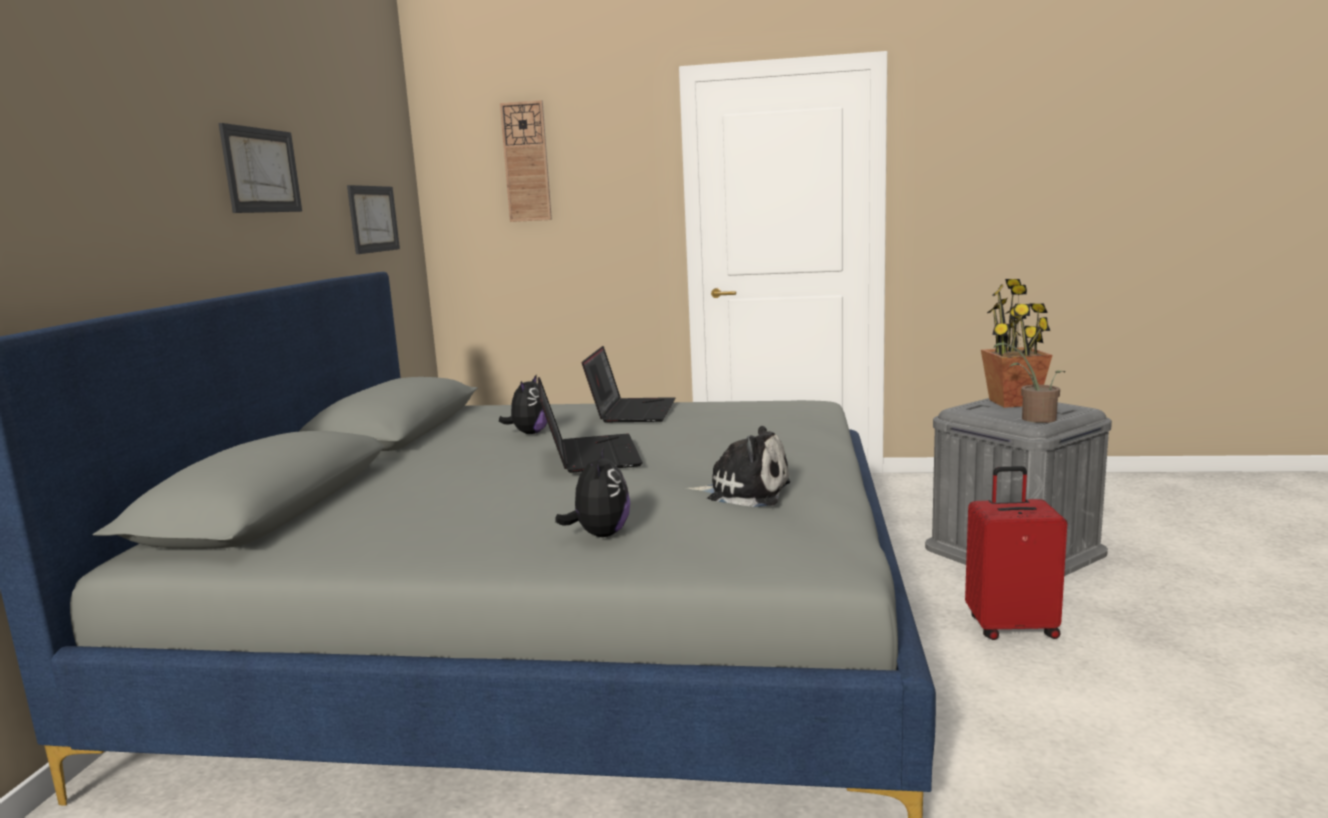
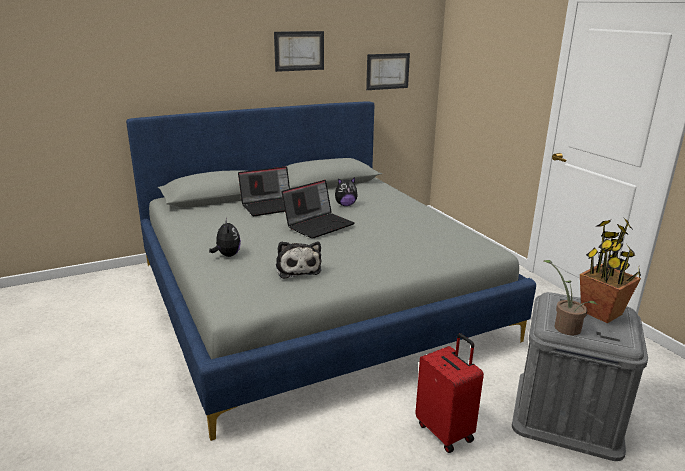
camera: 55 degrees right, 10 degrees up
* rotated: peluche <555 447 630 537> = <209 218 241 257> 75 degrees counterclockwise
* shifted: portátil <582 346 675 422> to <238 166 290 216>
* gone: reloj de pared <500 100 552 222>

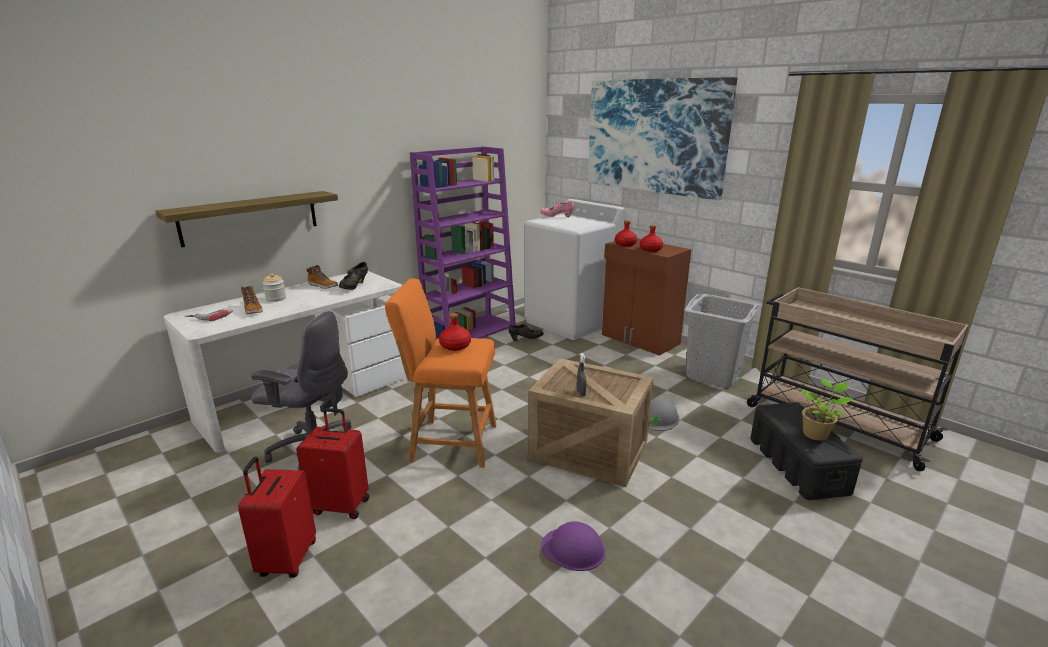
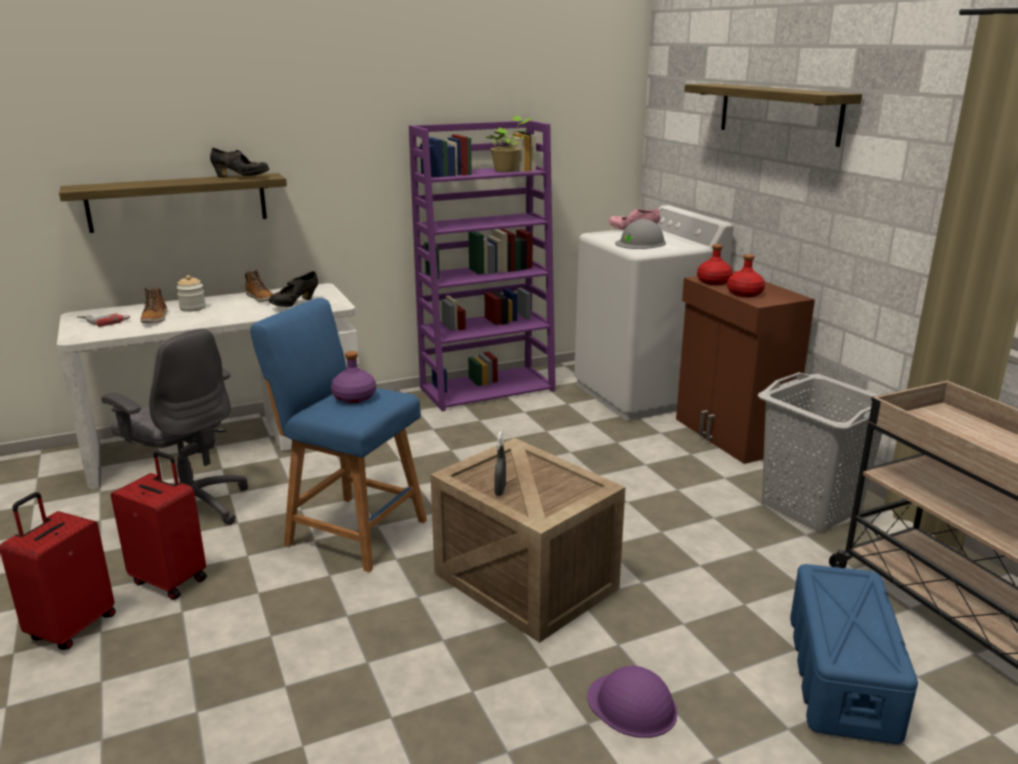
camera: 20 degrees right, 0 degrees up
* shifted: zapato/negro <509 324 544 341> to <210 148 269 177>
* repainted: taburete/naranja <385 278 497 468> to taburete/azul <250 298 427 572>
* repainted: botella/rojo <439 313 471 351> to botella/morado <331 351 376 403>
* shifted: planta en maceta <798 378 853 441> to <486 116 531 172>
* shifted: casco/morado <541 521 605 571> to <587 666 678 738>
* shifted: casco/gris <648 398 680 431> to <615 219 666 249>
* swapped: cuadro <588 77 737 200> to estante <684 83 862 147>
* repainted: caja de almacenaje/negro <750 402 863 500> to caja de almacenaje/azul <790 564 918 744>

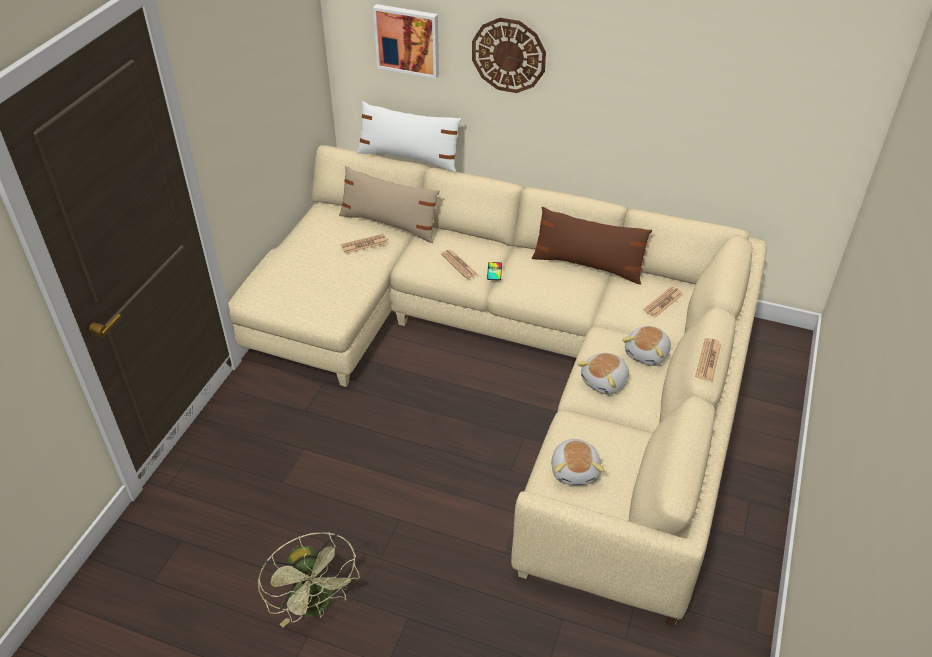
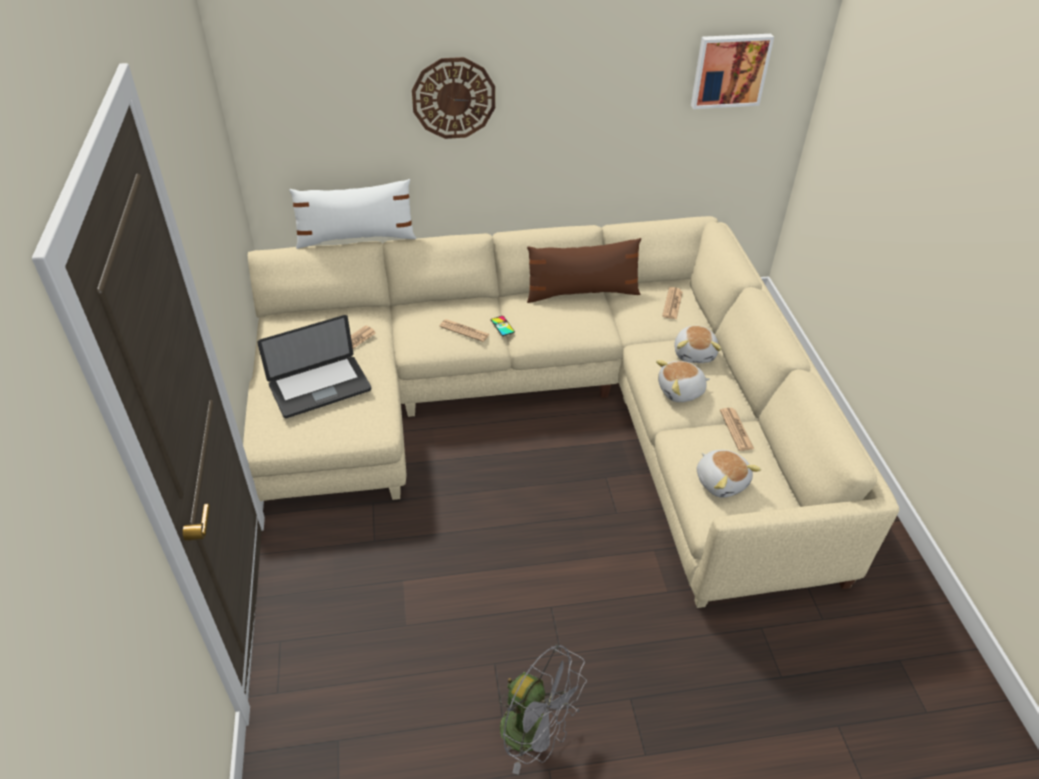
camera: 30 degrees left, 0 degrees up
* new: portátil <257 315 371 418>
* repainted: ventilador/verde <258 532 360 627> to ventilador/gris <499 644 587 775>
* rotated: peluche <577 353 629 395> = <656 360 710 402> 60 degrees clockwise
* shifted: cuadro <373 4 439 79> to <691 34 774 109>
* shifted: periódico <695 338 721 382> to <720 408 754 451>
* gone: cojín/beis <339 166 440 243>

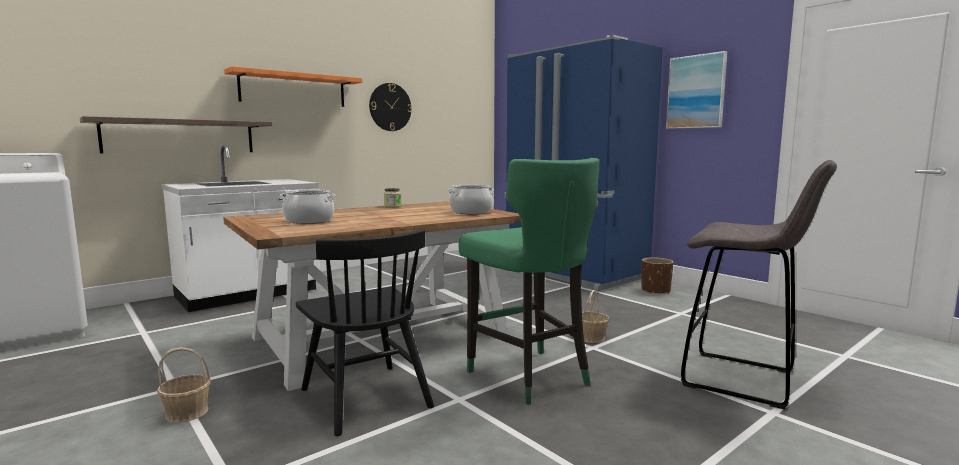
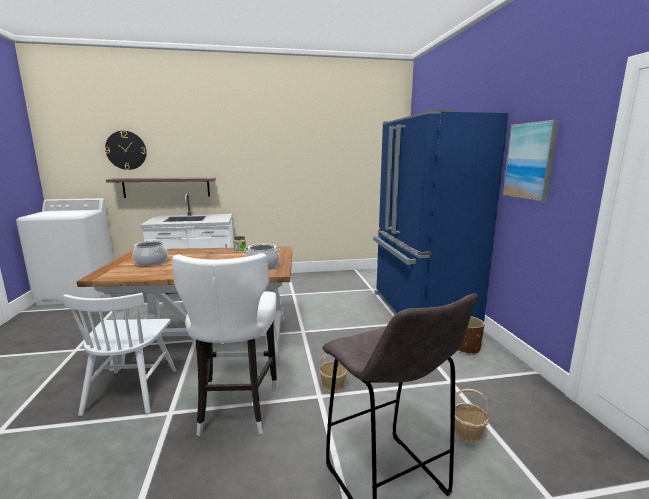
camera: 30 degrees right, 5 degrees up
* repainted: silla/negro <296 229 434 436> to silla/blanco <63 293 176 416>
* shifted: reloj de pared <369 83 412 131> to <105 131 147 170>
* repainted: taburete/verde <459 158 599 405> to taburete/blanco <172 253 277 436>
* shifted: cesta <157 347 211 423> to <454 389 489 444>
* gone: estante/naranja <224 66 362 107>

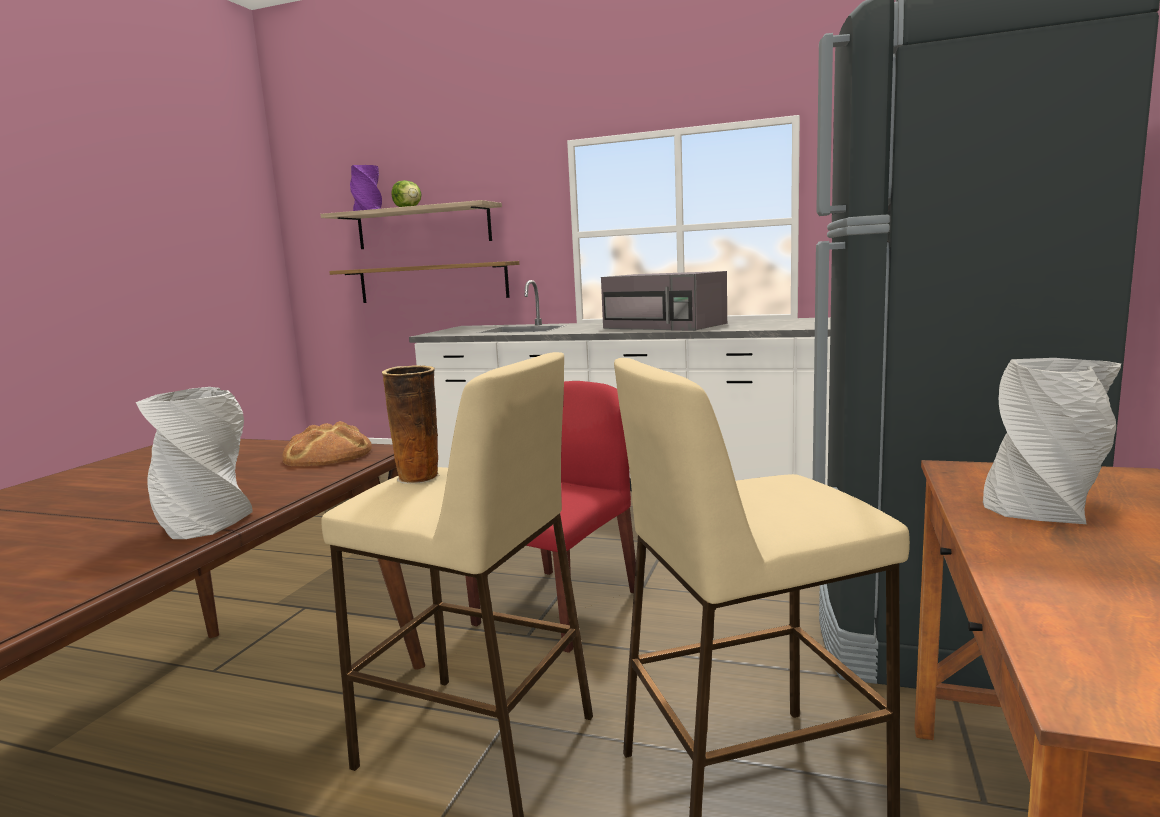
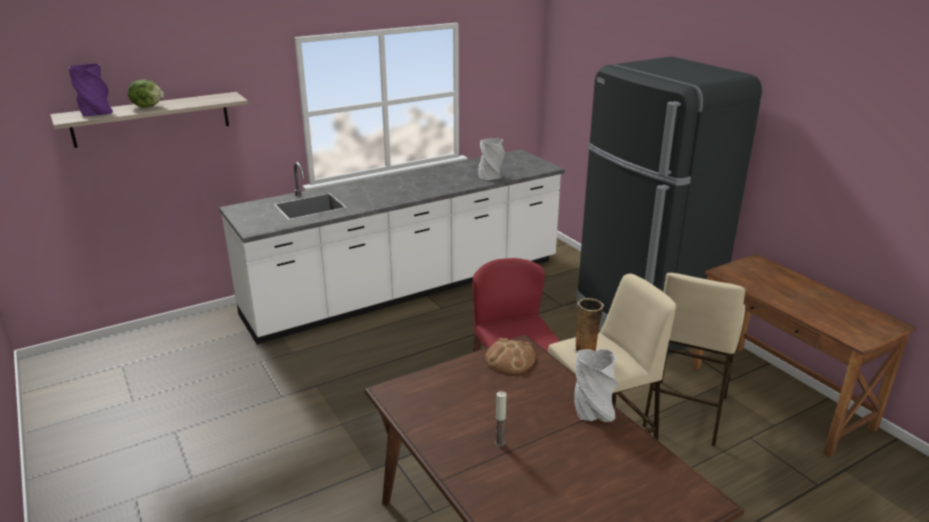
camera: 50 degrees left, 15 degrees up
* shifted: florero/gris <983 358 1121 524> to <478 138 505 180>
* new: vela <495 391 507 447>
* gone: estante <329 261 519 303>
* gone: microondas/gris <601 271 727 331>

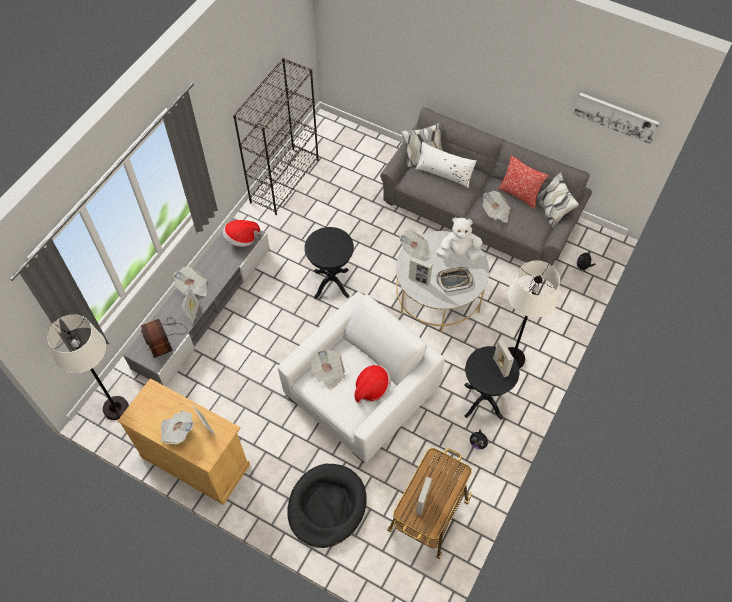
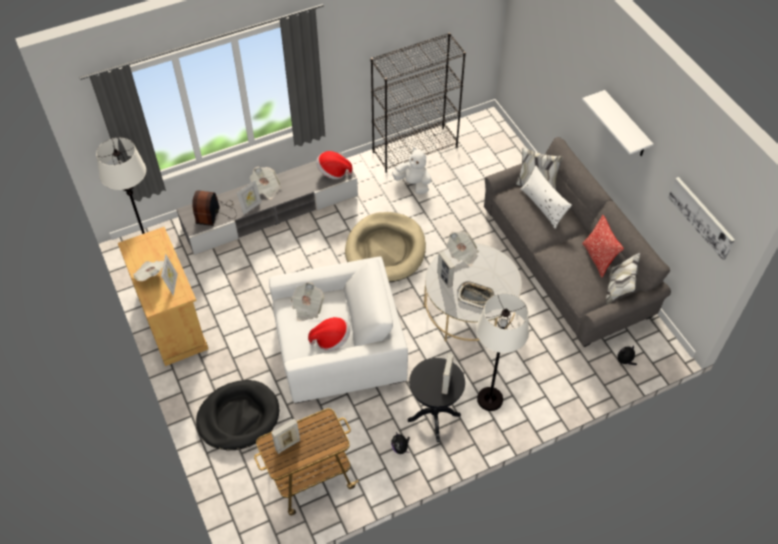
camera: 35 degrees right, 5 degrees down
* swapped: mesa auxiliar/negro <304 227 354 299> to cama para perro/beis <345 212 426 283>
* shifted: peluche/blanco <436 217 483 261> to <392 147 431 194>
* new: estante/blanco <582 90 654 156>
* gone: periódico <483 191 511 223>

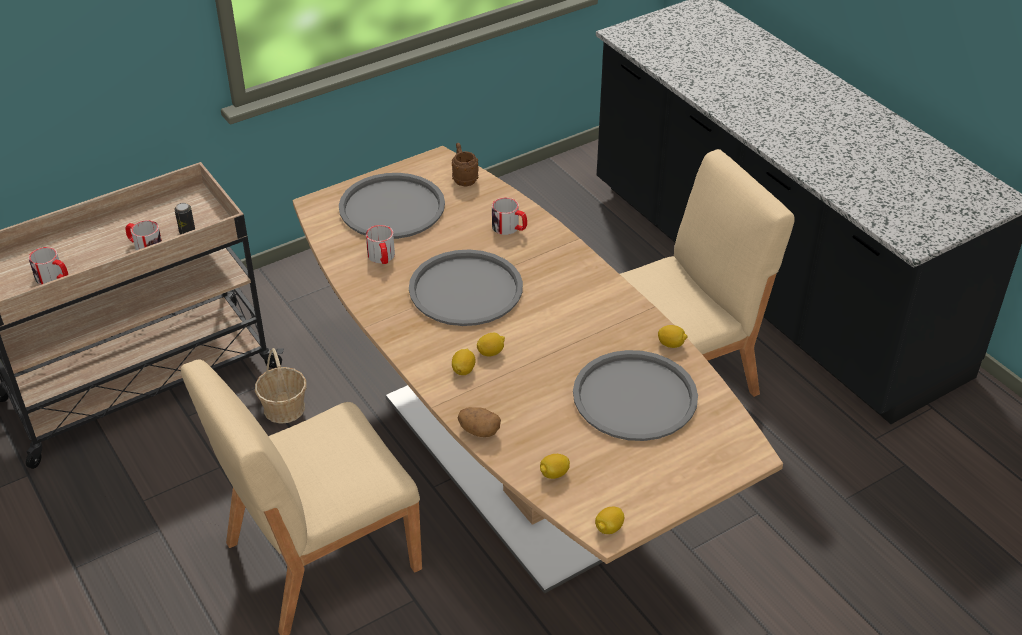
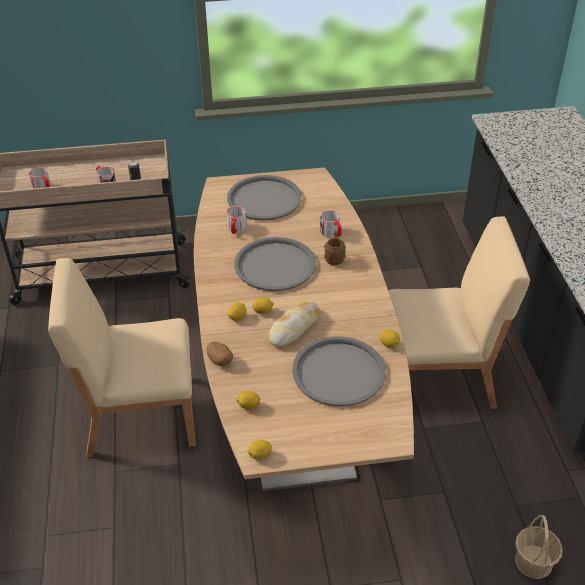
camera: 25 degrees right, 0 degrees up
* new: pan <268 301 320 347>
* shifted: taza grande/marrón <452 143 479 186> to <324 230 346 265>
* shifted: cesta <255 348 307 424> to <515 515 563 579>

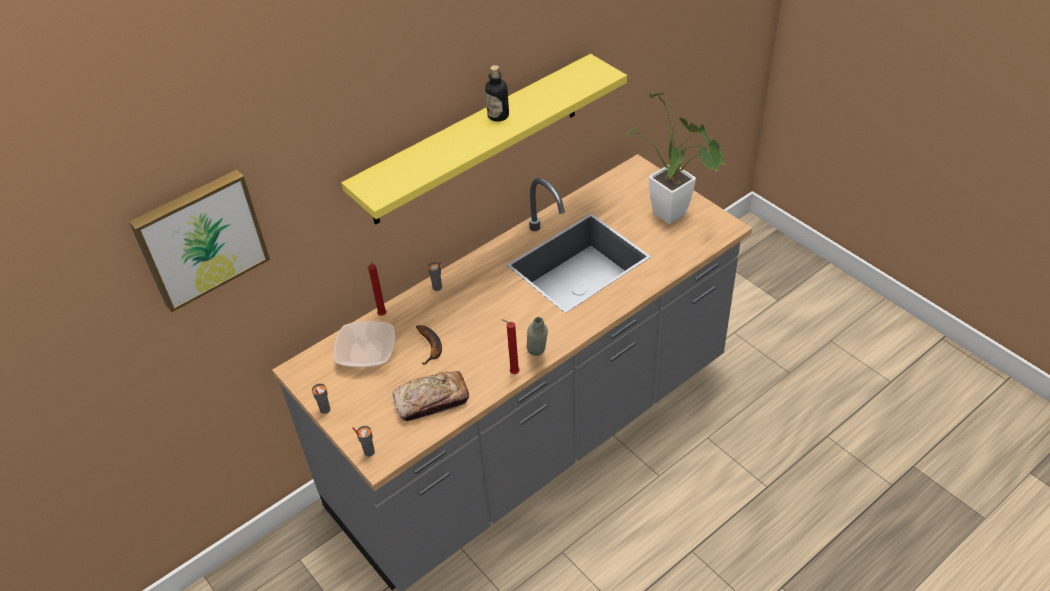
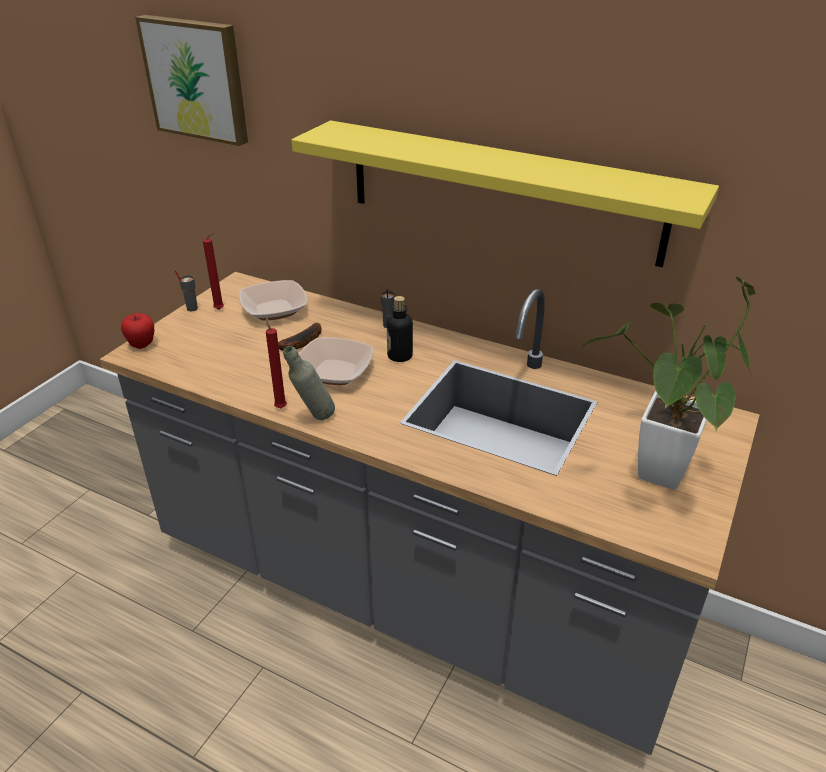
camera: 65 degrees right, 10 degrees down
* swapped: taza/gris <352 426 375 457> to manzana <121 313 154 349>
* shifted: vela/rojo <368 256 387 316> to <203 232 224 310>
* new: cuenco <299 337 373 385>
* shifted: botella <485 65 509 122> to <387 296 413 362>
* gone: pan <392 371 469 421>

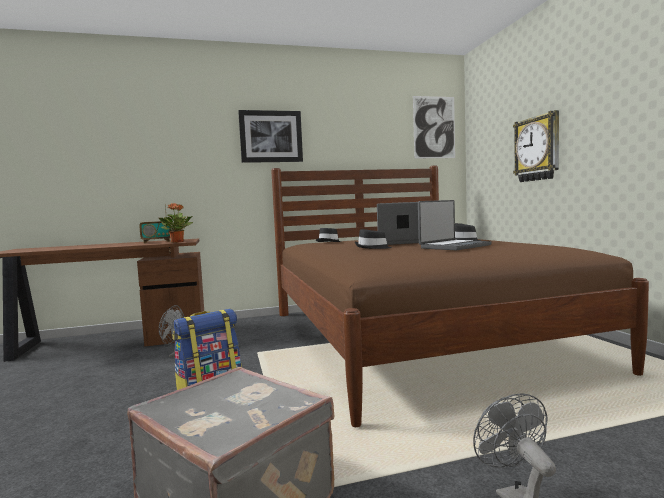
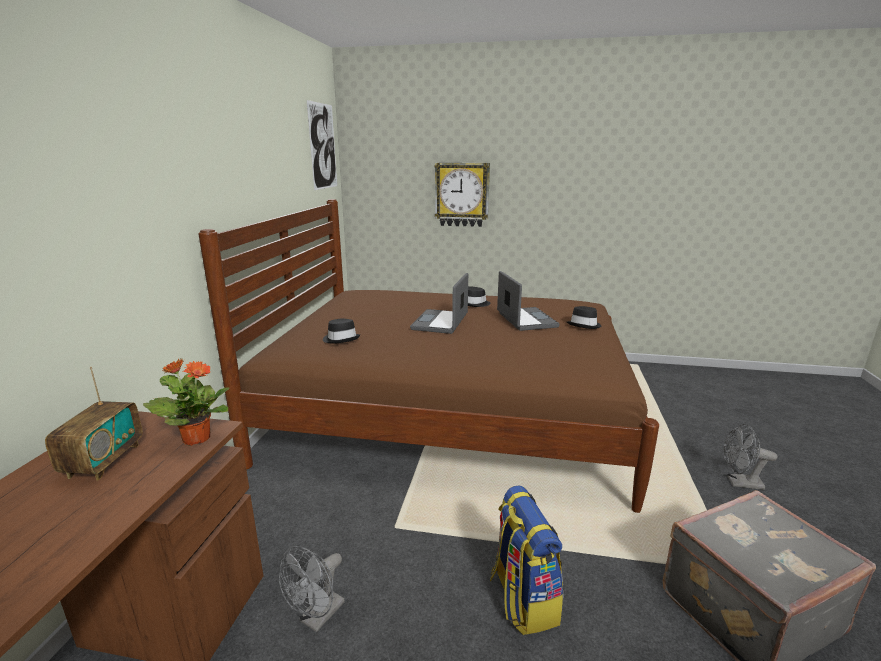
camera: 65 degrees left, 15 degrees up
* shifted: sombrero/negro <355 229 392 249> to <567 306 602 329>
* gone: cuadro <238 110 303 163>

